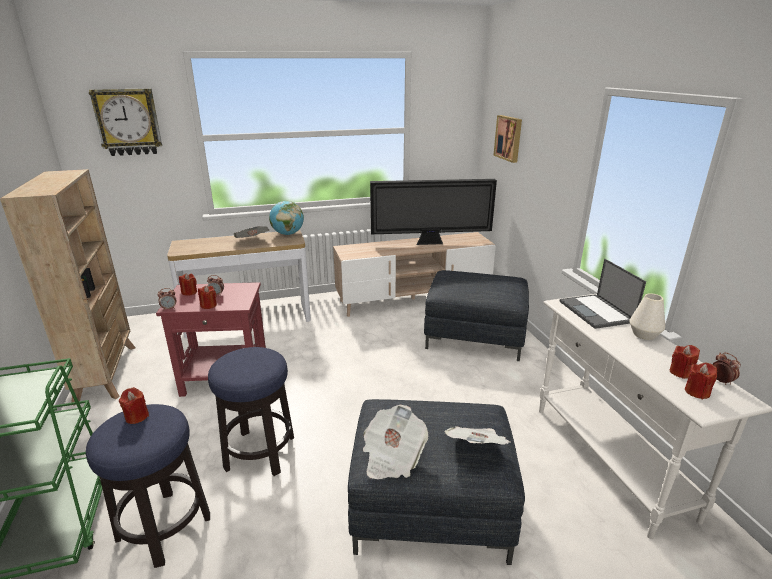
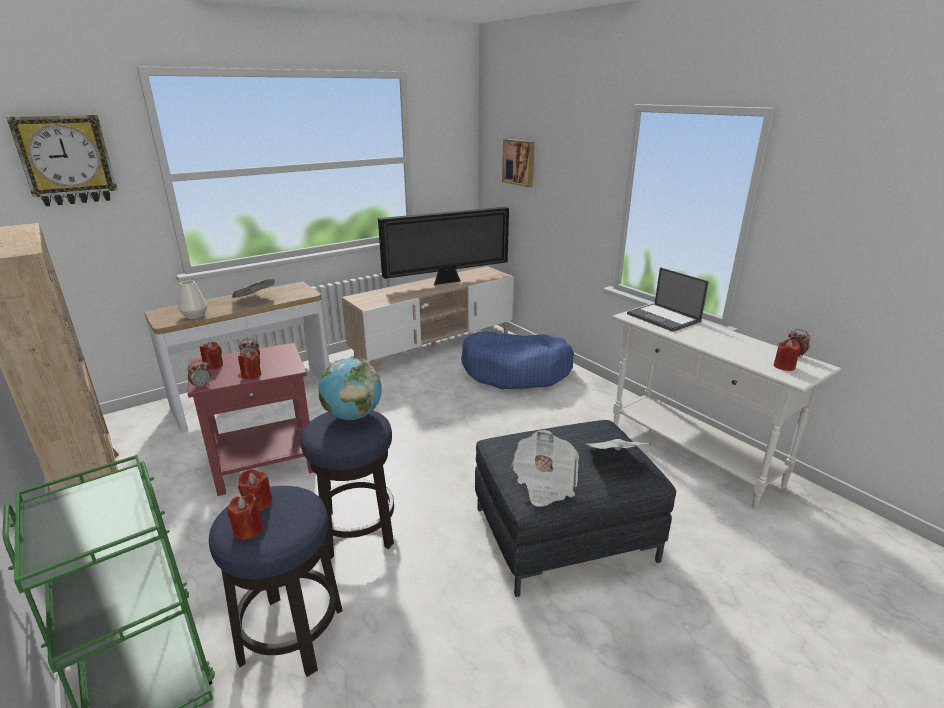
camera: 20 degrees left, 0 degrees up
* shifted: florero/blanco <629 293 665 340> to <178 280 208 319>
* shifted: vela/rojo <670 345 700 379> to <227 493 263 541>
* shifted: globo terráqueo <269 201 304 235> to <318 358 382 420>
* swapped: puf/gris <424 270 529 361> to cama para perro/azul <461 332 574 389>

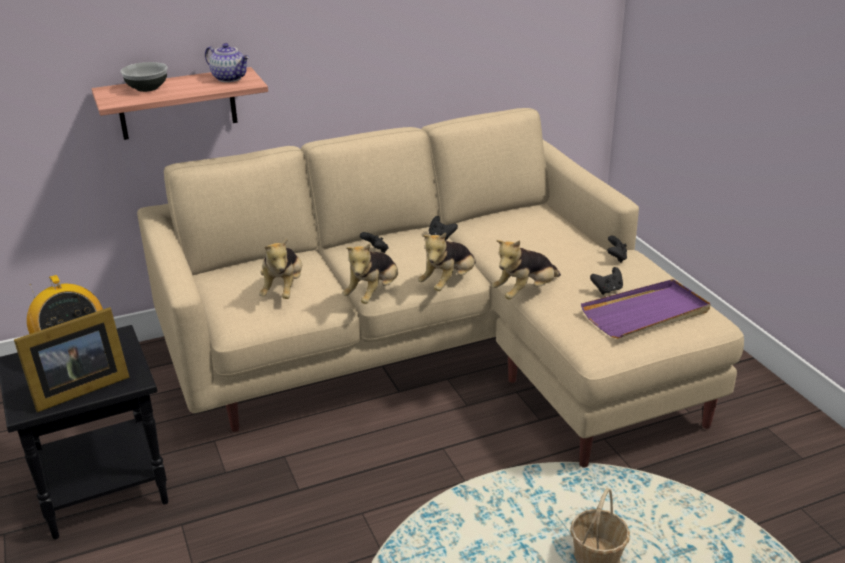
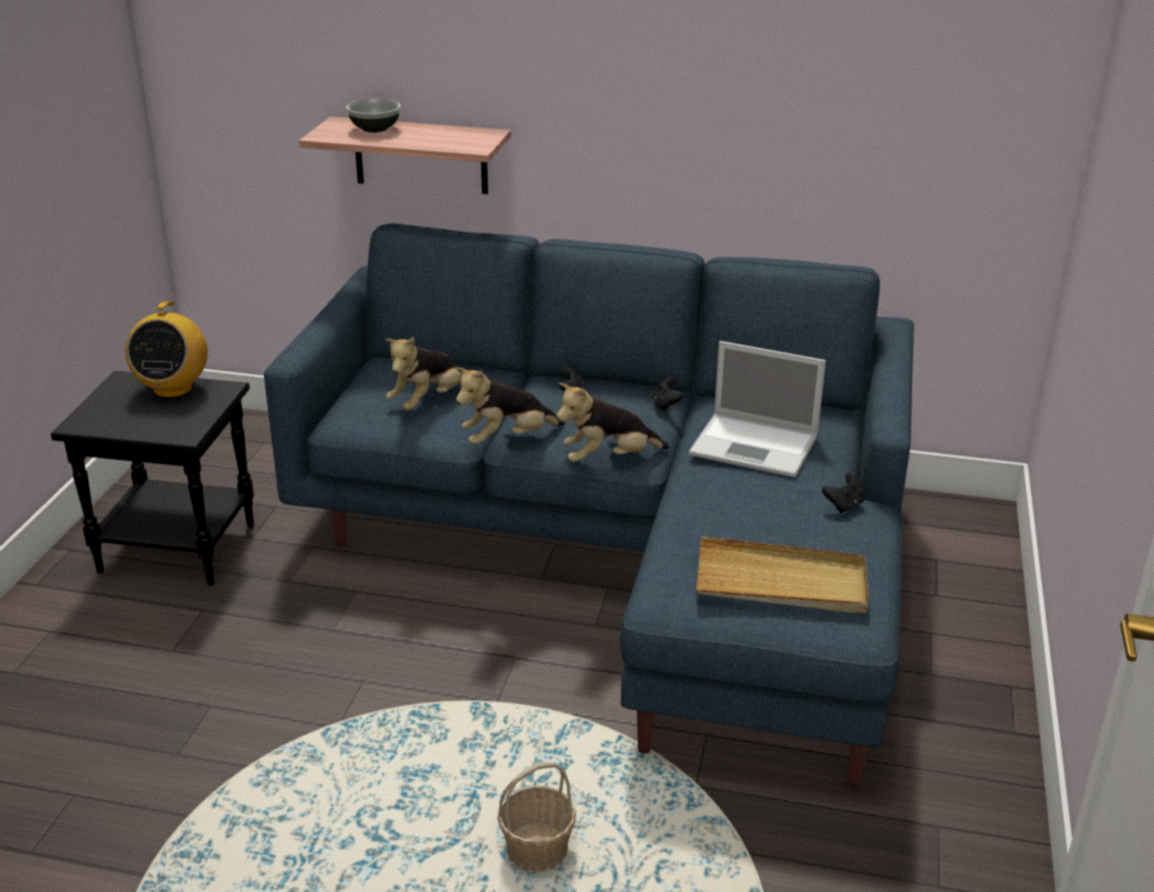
camera: 35 degrees right, 0 degrees up
* repainted: sofá/beis <137 108 744 467> to sofá/azul <264 223 914 788>
* new: portátil <689 341 826 478>
* repainted: bandeja/morado <581 279 711 338> to bandeja/beis <696 536 869 614>
* gone: portarretratos <14 307 129 412>
* gone: tetera <205 43 249 82>
* gone: peluche <492 240 561 300>
* gone: mando de consola/negro <590 267 623 295>

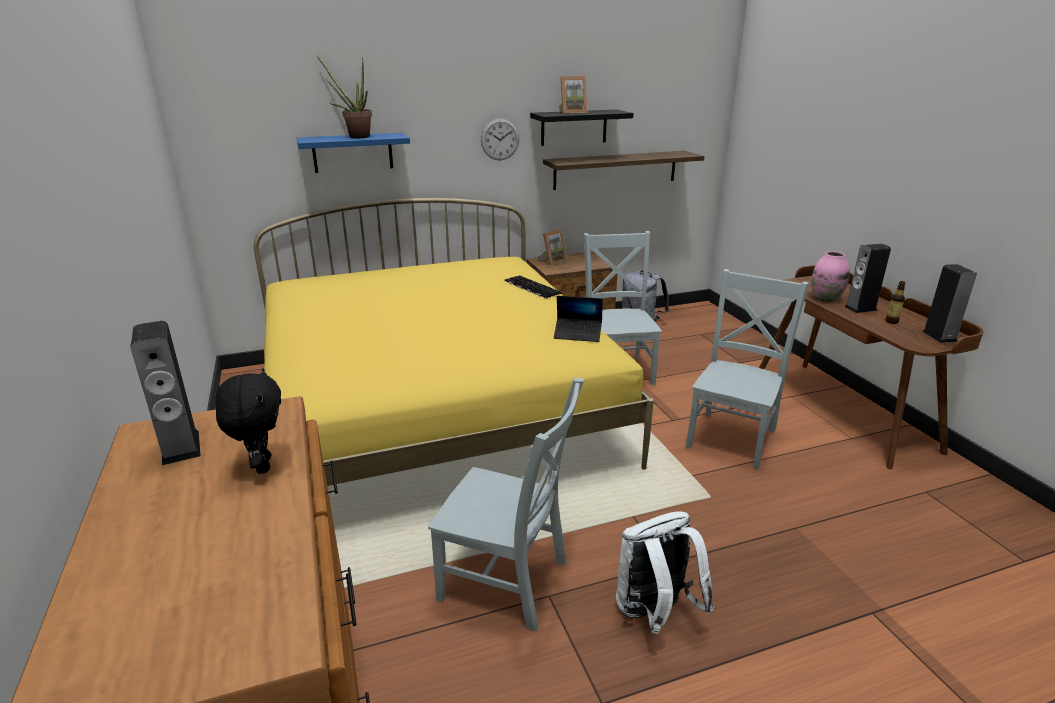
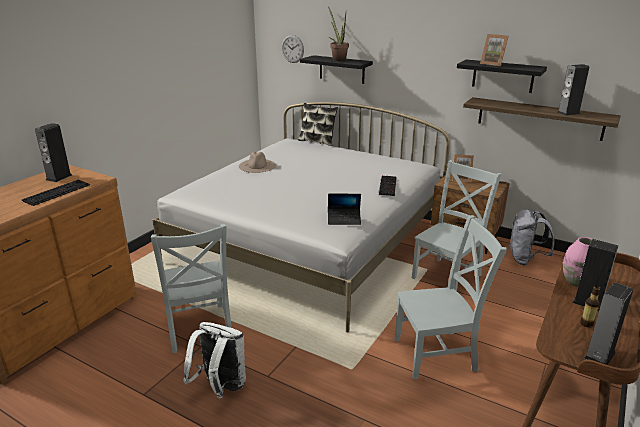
camera: 50 degrees right, 0 degrees up
* swapped: peluche/negro <216 368 281 474> to teclado <22 180 90 206>
* repainted: cama/amarillo <254 198 654 486> to cama/blanco <152 102 450 332>
* new: sombrero/beis <239 152 276 173>
* shifted: reloj de pared <481 118 519 160> to <281 35 304 63>
* new: cojín <298 103 338 146>
* repainted: estante/azul <297 133 410 173> to estante/negro <300 55 373 84>
* rotated: portátil <554 296 603 342> = <328 194 361 225> 60 degrees counterclockwise
* new: altavoz <557 64 589 116>

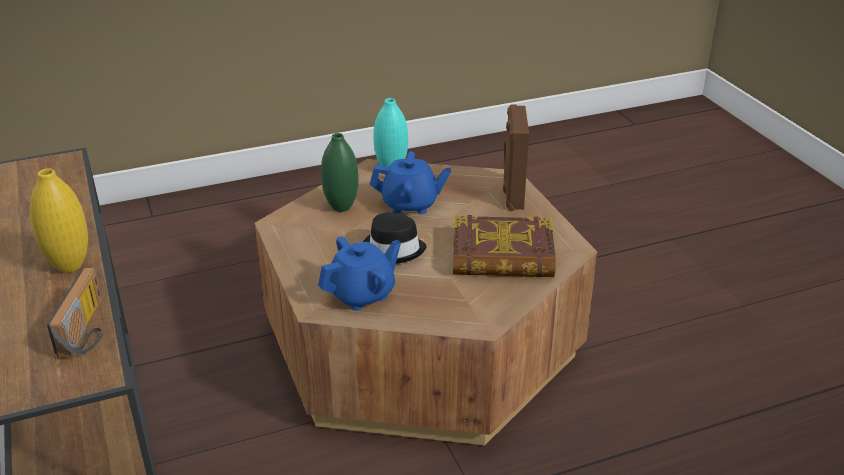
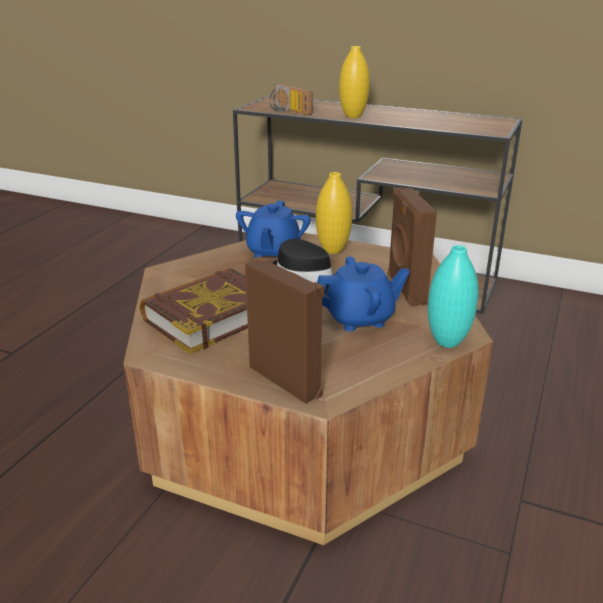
camera: 135 degrees right, 5 degrees down
* new: florero/amarillo <316 172 352 254>
* rotated: tetera/azul <370 151 451 214> = <317 256 410 331> 150 degrees counterclockwise
* swapped: florero/verde <321 133 359 212> to altavoz/marrón <388 187 437 307>

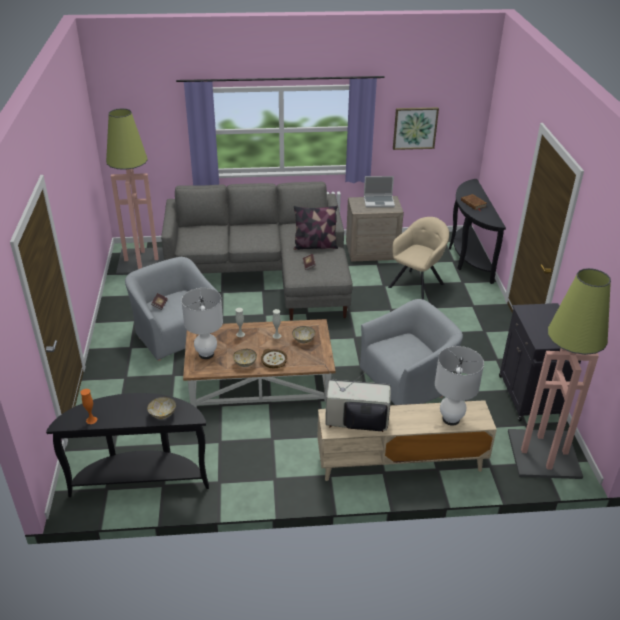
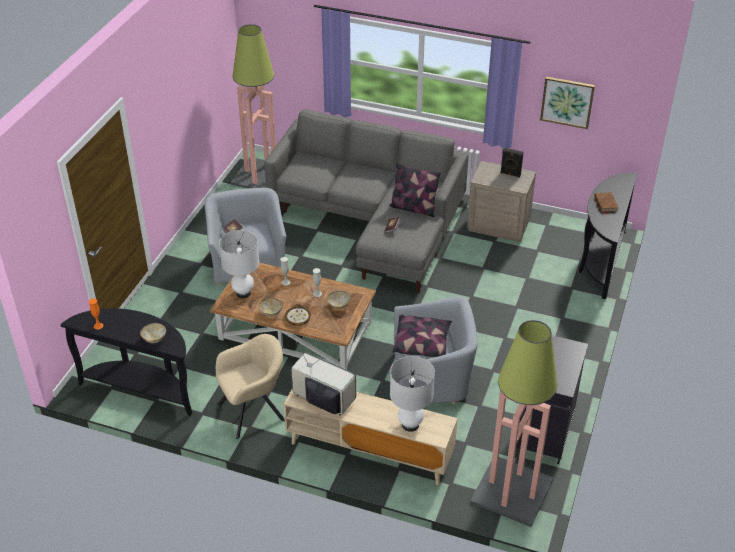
camera: 25 degrees right, 5 degrees up
* shifted: sillón/beis <388 217 449 300> to <216 334 285 439>
* new: cojín <392 314 452 357>
* swapped: portátil <364 176 395 207> to altavoz/negro <500 148 524 178>

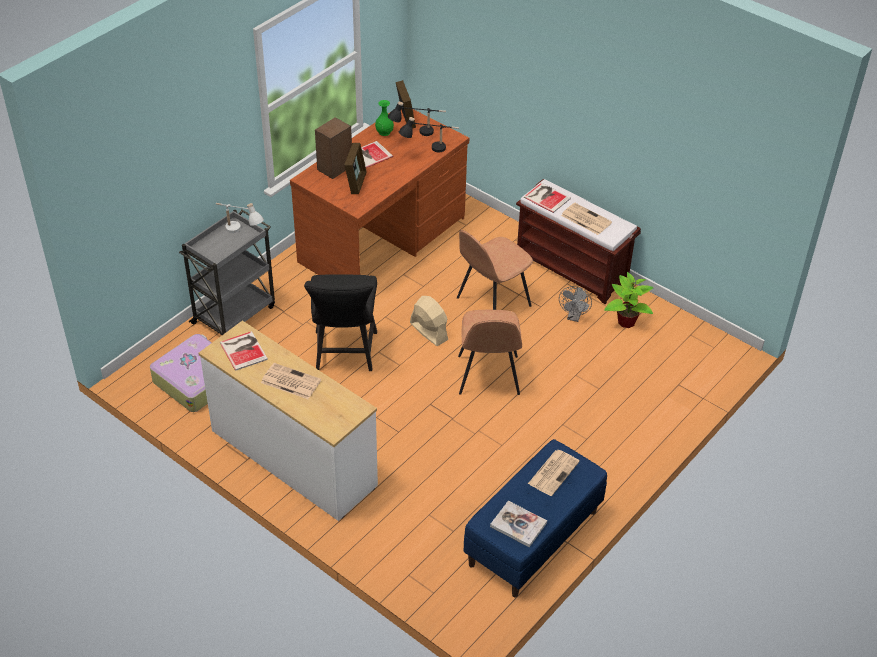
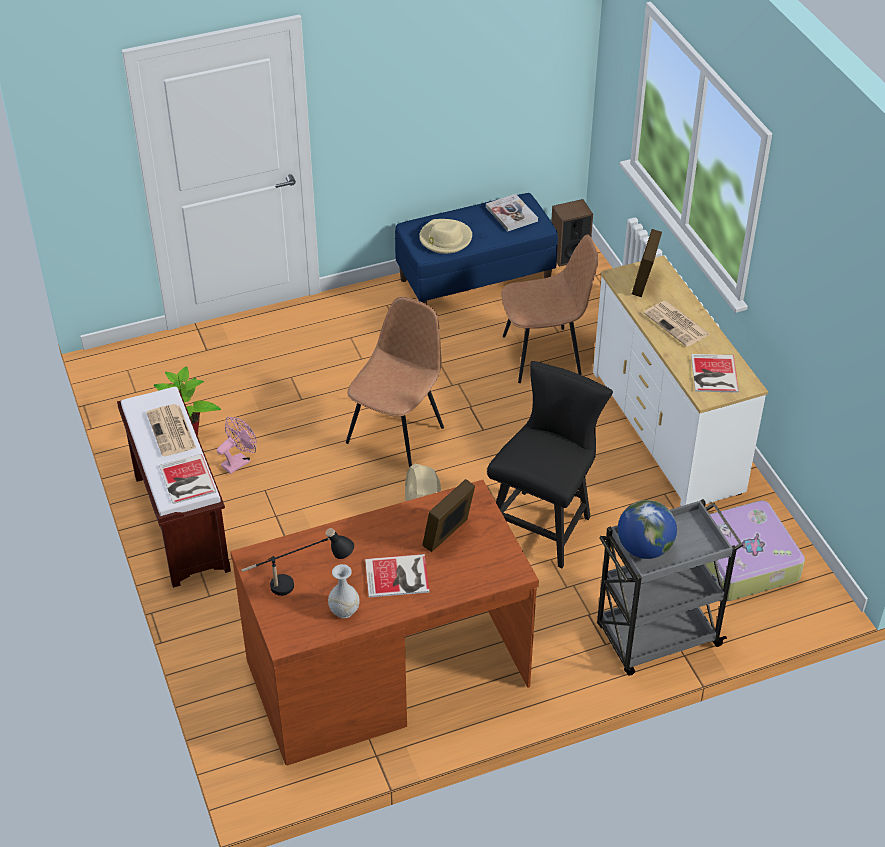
camera: 150 degrees left, 0 degrees up
* repainted: ventilador/gris <559 286 592 322> to ventilador/rosa <217 417 257 474>
* repainted: florero/verde <375 100 394 136> to florero/blanco <328 564 360 618>
* swapped: periódico <528 450 580 496> to sombrero/beis <419 219 472 254>
* shifted: silla/marrón <457 230 533 310> to <501 234 598 383>
* shifted: altavoz <315 117 352 179> to <551 199 593 267>
* swapped: lámpara de mesa/blanco <216 203 264 233> to globo terráqueo <618 500 677 559>
* shifted: portarretratos <396 80 416 129> to <632 229 662 297>
* gone: lámpara de mesa/negro <399 117 459 153>

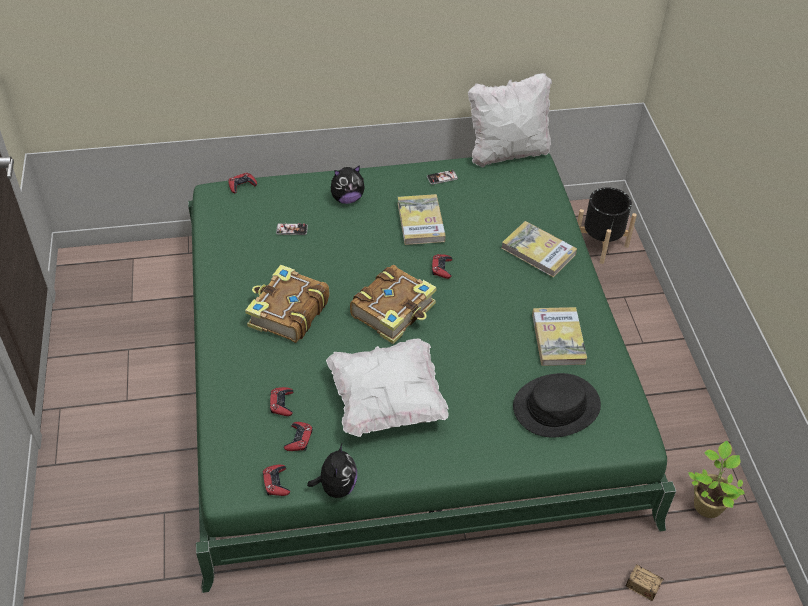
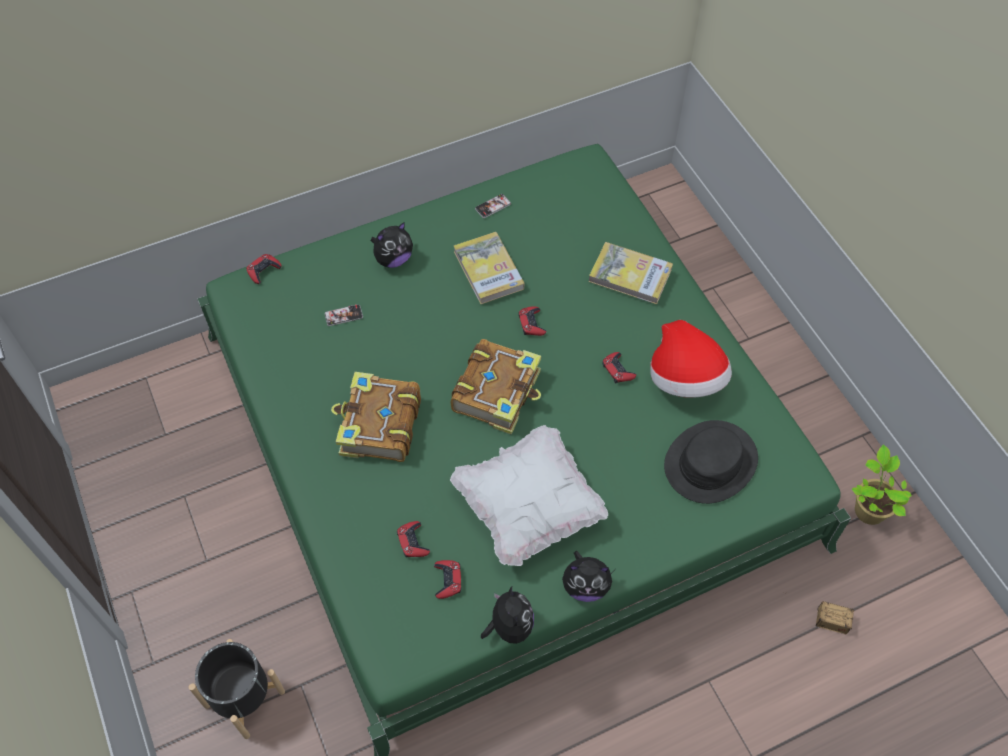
camera: 15 degrees left, 10 degrees up
* shifted: maceta/negro <577 187 637 264> to <189 639 285 739>
* new: peluche <562 551 614 602>
* shifted: mando de consola/rojo <263 465 290 496> to <602 352 636 383>
* swapped: libro <532 307 587 366> to sombrero <650 320 732 398>
* gone: cojín/blanco <468 73 552 167>

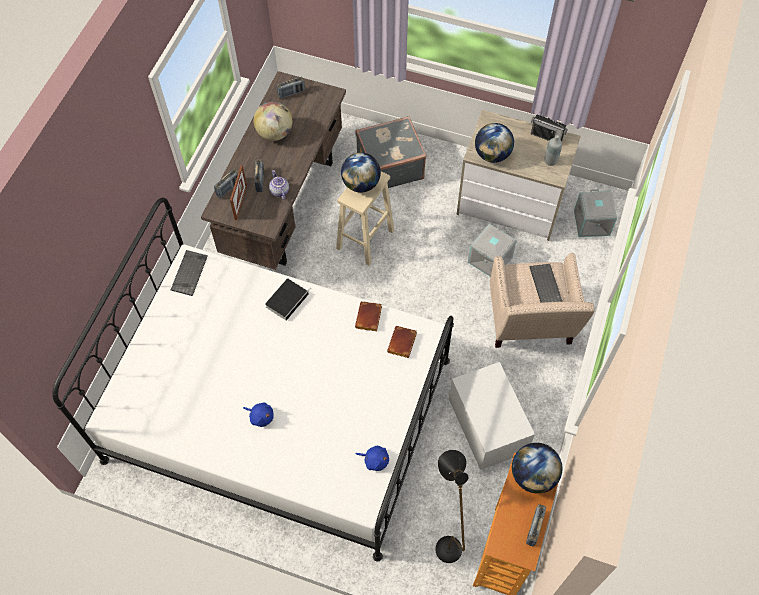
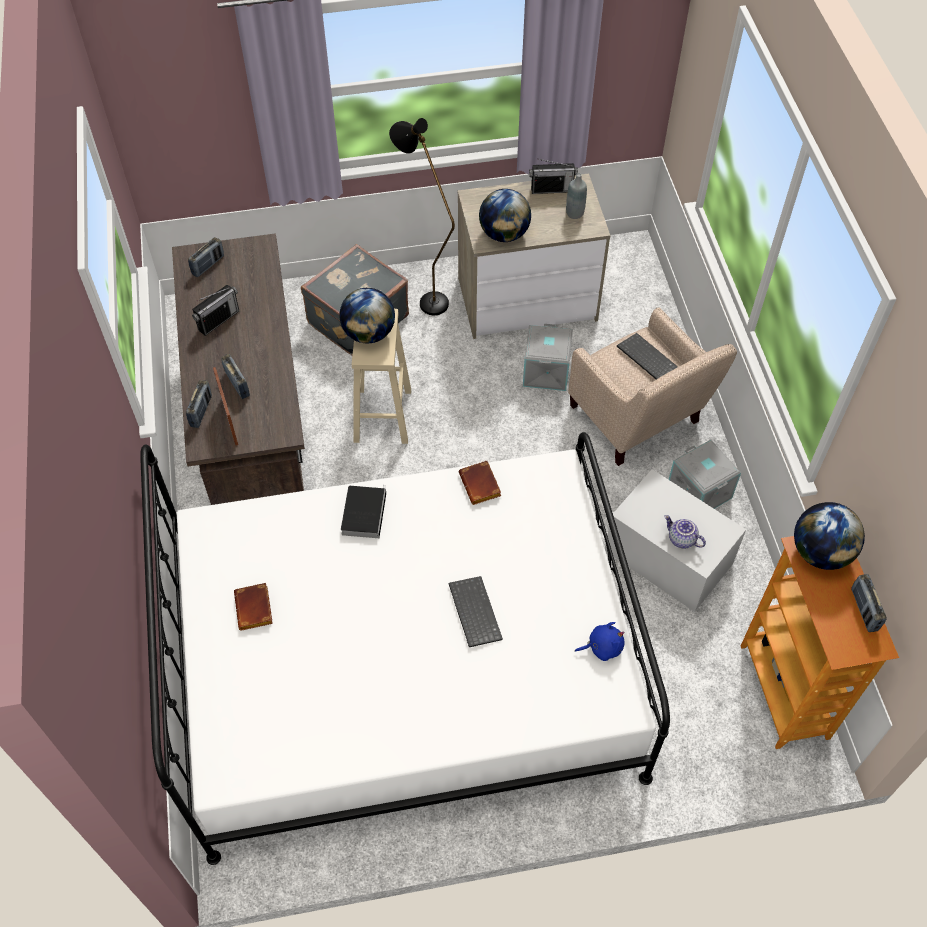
camera: 30 degrees left, 5 degrees down
* swapped: globo terráqueo <254 101 292 141> to radio <192 285 239 336>
* shifted: libro/marrón <387 326 417 358> to <234 583 273 630>
* shifted: lámpara de pie/negro <435 450 468 563> to <389 118 455 315>
* shifted: teclado <171 250 208 296> to <449 576 503 647>
* shifted: tetera <269 170 289 200> to <664 515 706 549>
* shifted: caja de almacenaje/gris <574 190 617 237> to <669 440 741 509>
* gone: peluche/azul <243 403 274 427>

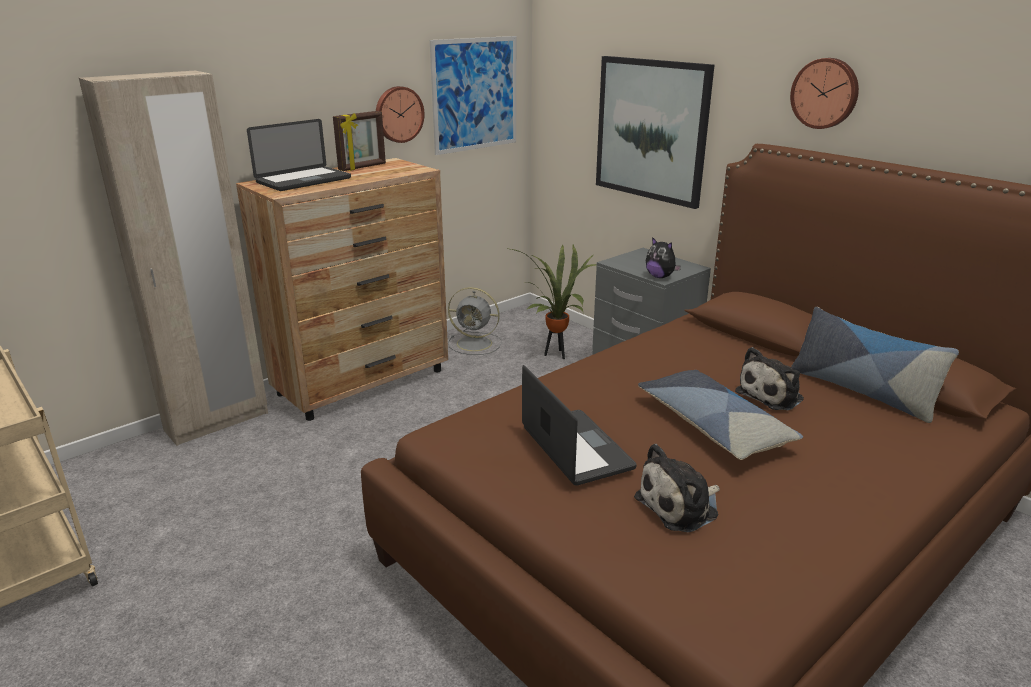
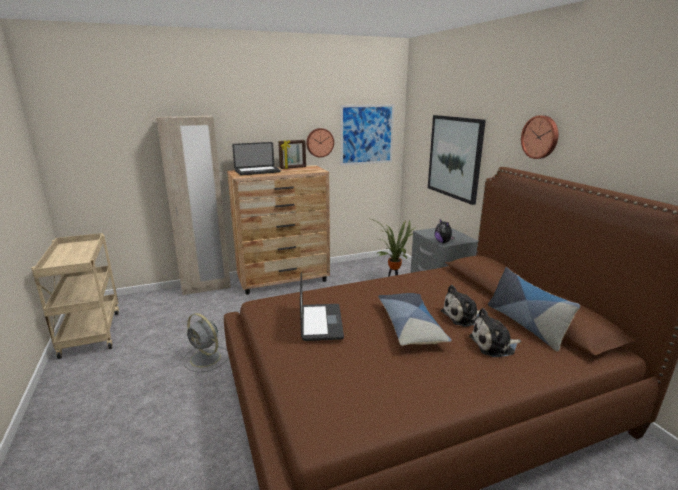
camera: 20 degrees right, 5 degrees down
* shifted: ventilador/gris <448 287 502 355> to <183 313 229 372>
* shifted: peluche <634 444 720 532> to <469 308 521 357>

